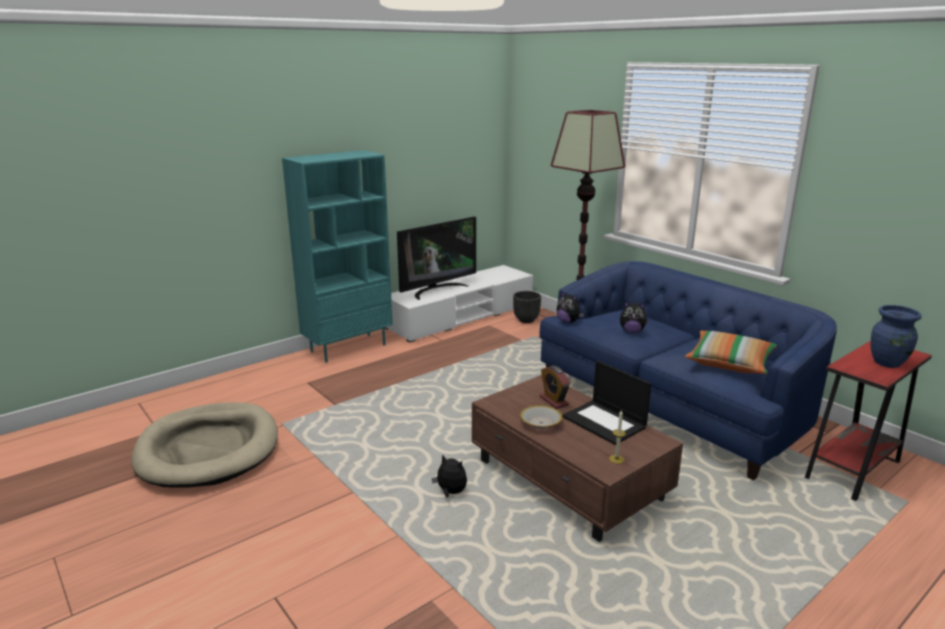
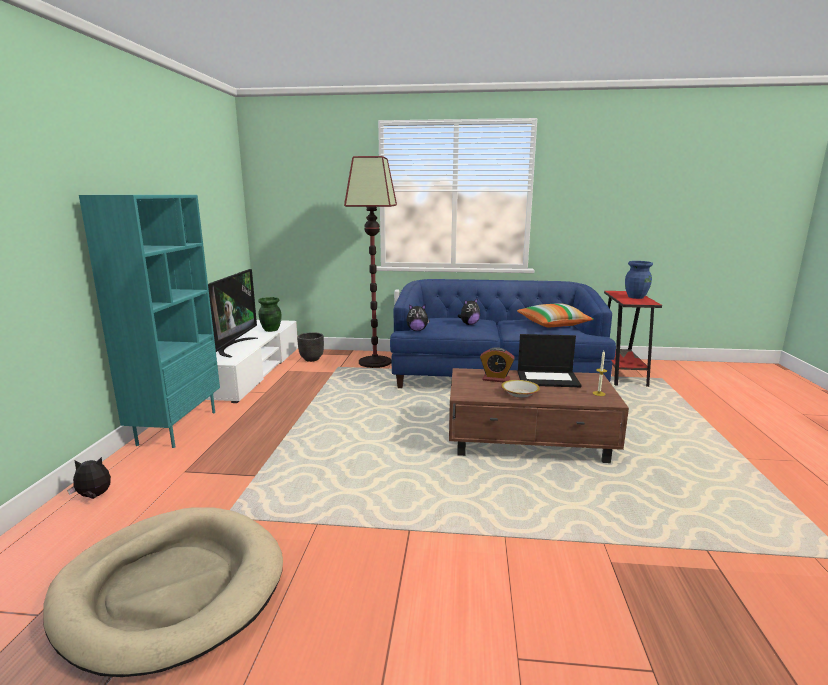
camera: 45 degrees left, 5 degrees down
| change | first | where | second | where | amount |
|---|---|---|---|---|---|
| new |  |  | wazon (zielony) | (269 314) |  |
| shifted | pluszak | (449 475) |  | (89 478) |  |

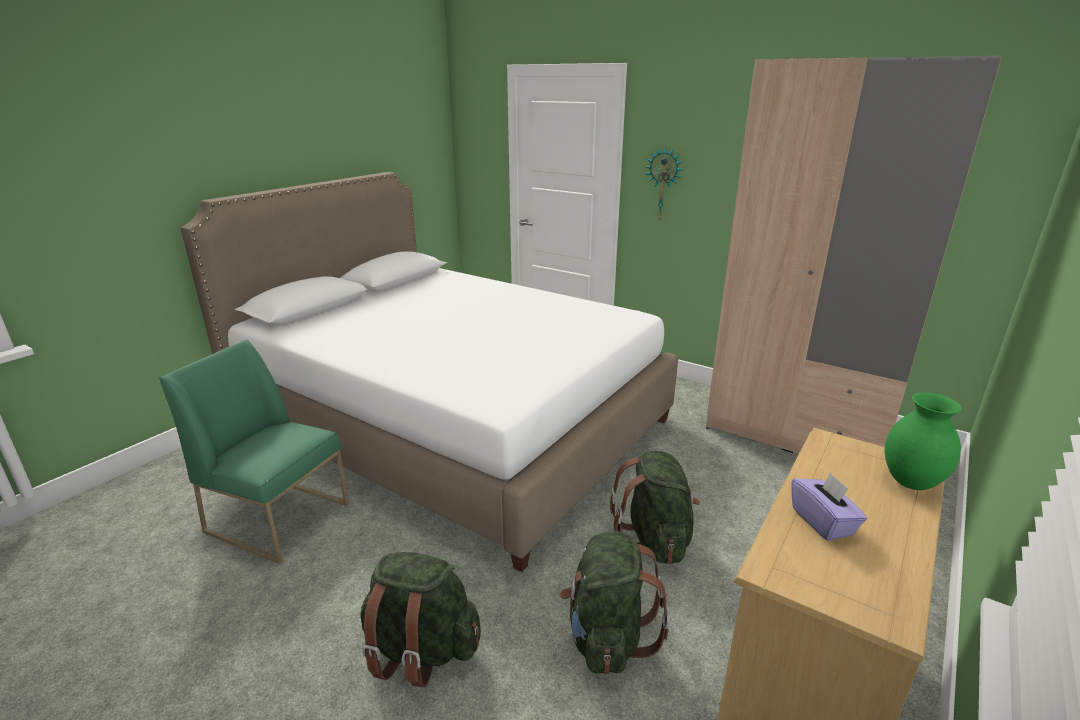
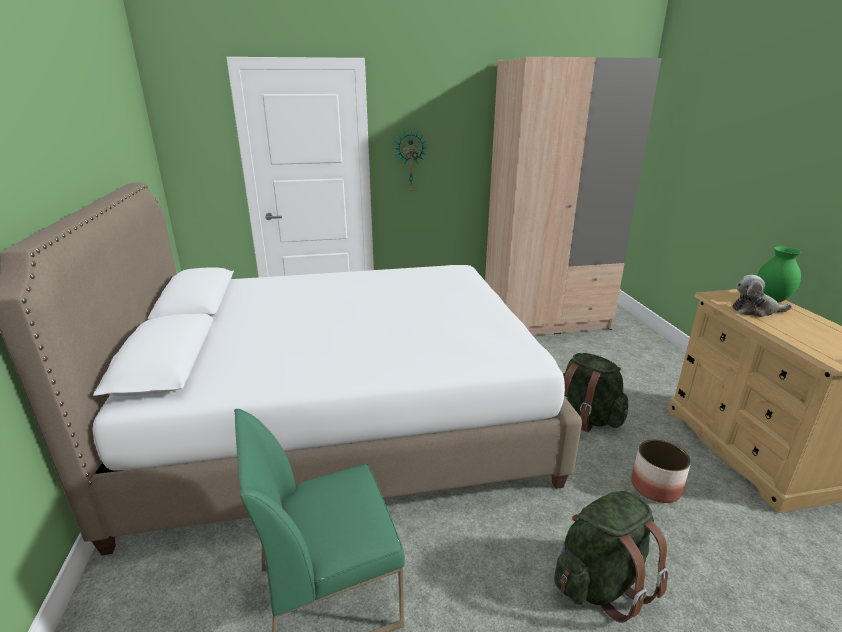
camera: 45 degrees left, 0 degrees up
| change | first | where | second | where | amount |
|---|---|---|---|---|---|
| gone | pudełko chusteczek (fioletowy) | (829 506) |  |  |  |
| new |  |  | pluszak | (762 296) |  |
| swapped | plecak (zielony) | (615 603) | donica | (661 471) |  |

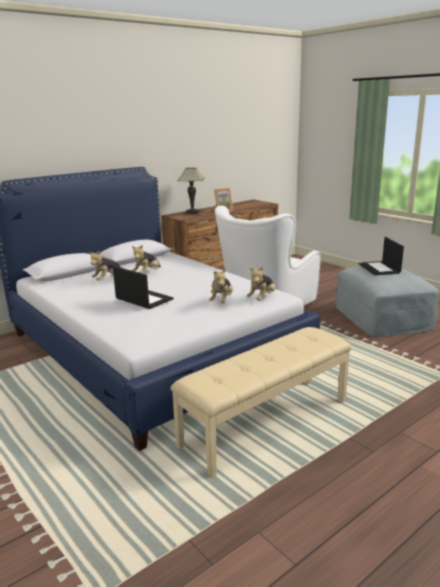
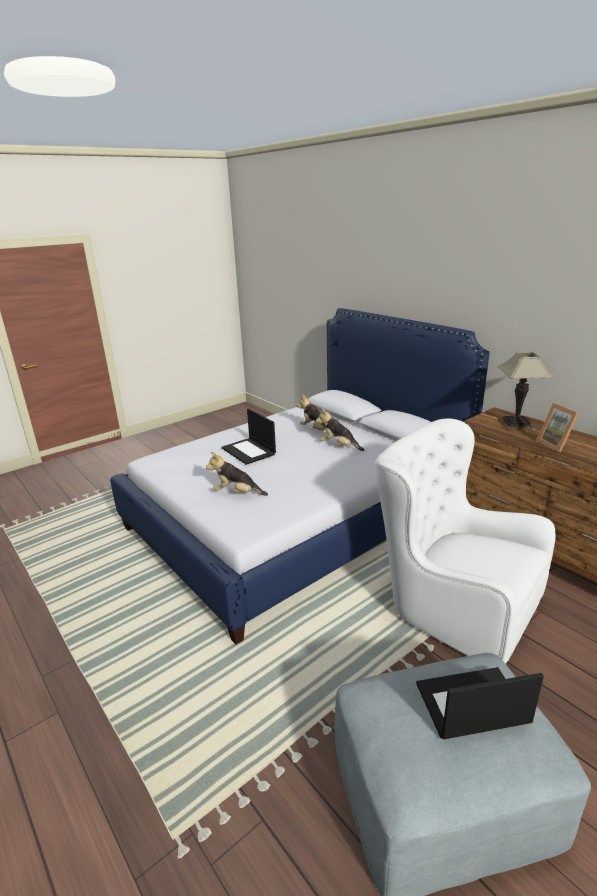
camera: 90 degrees right, 5 degrees up
| change | first | where | second | where | amount |
|---|---|---|---|---|---|
| gone | ławka (beżowy) | (261 402) |  |  |  |
| gone | pluszak | (260 283) |  |  |  |
| rotated | laptop | (143 287) |  | (249 437) | 105 degrees clockwise |

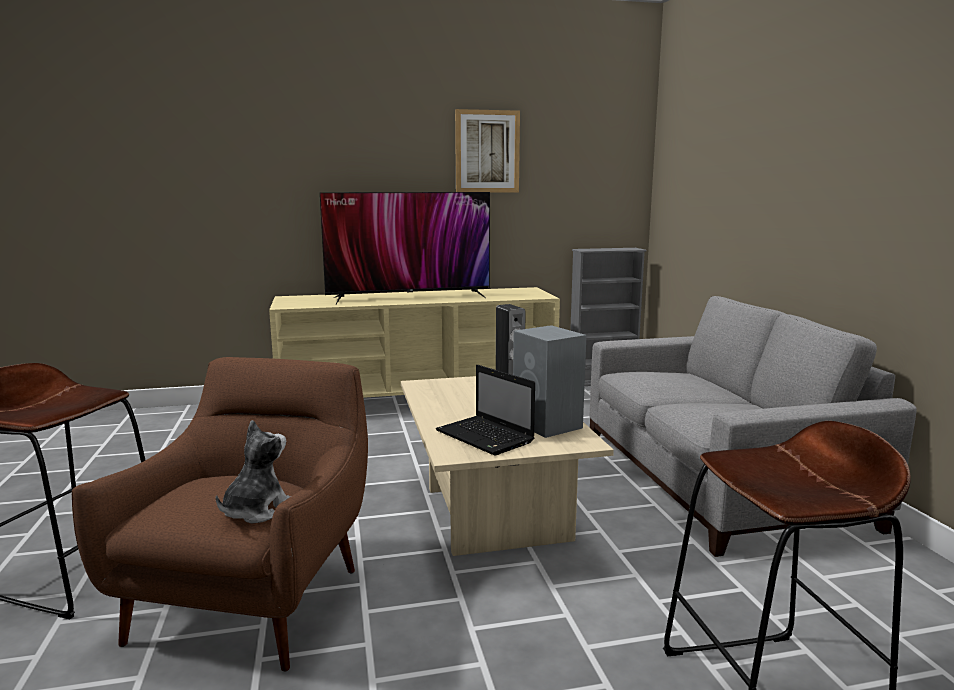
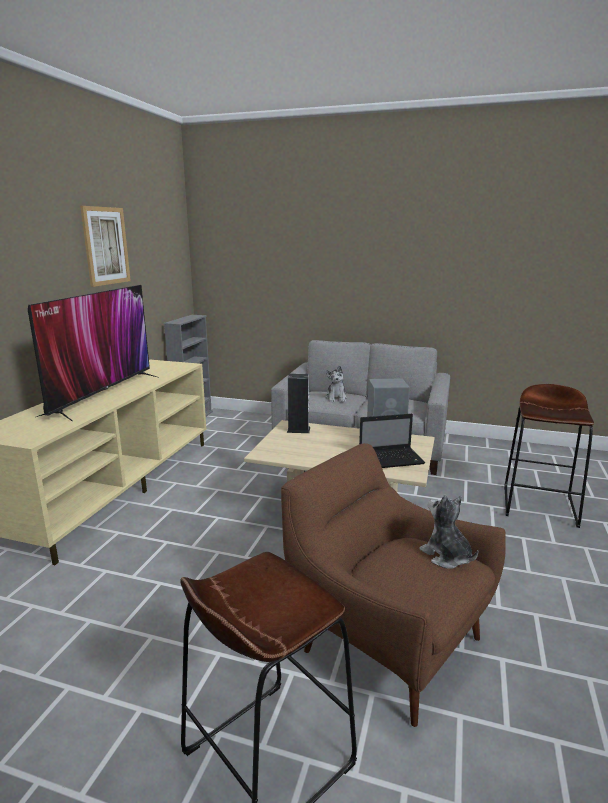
camera: 60 degrees left, 5 degrees up
| change | first | where | second | where | amount |
|---|---|---|---|---|---|
| new |  |  | pluszak | (336 383) |  |

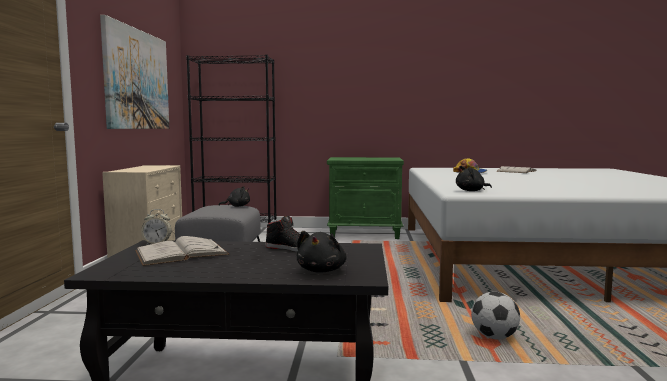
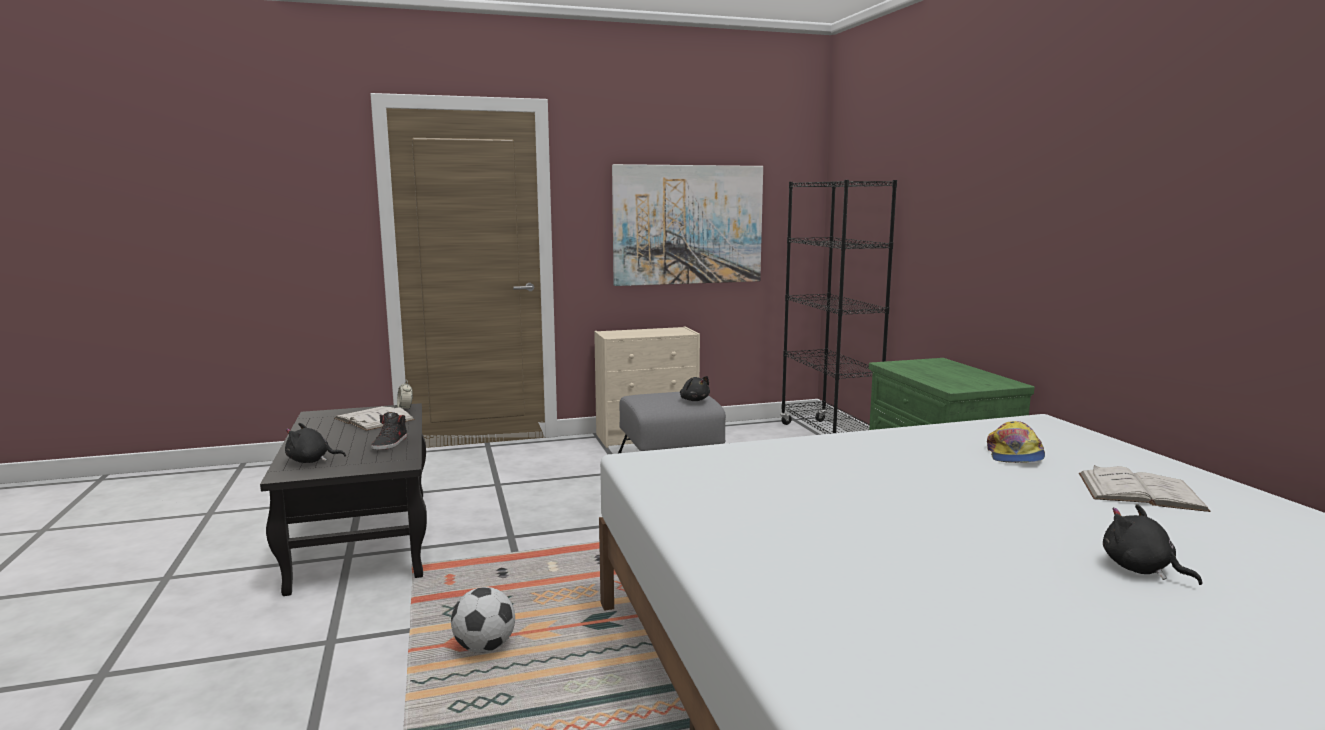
camera: 70 degrees right, 5 degrees up
| change | first | where | second | where | amount |
|---|---|---|---|---|---|
| shifted | pluszak (czarny) | (474 178) |  | (1152 544) |  |

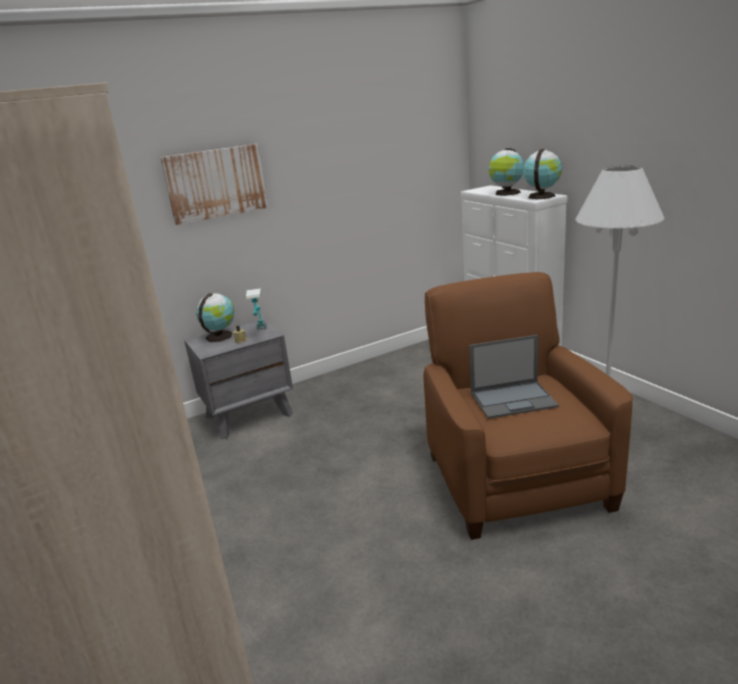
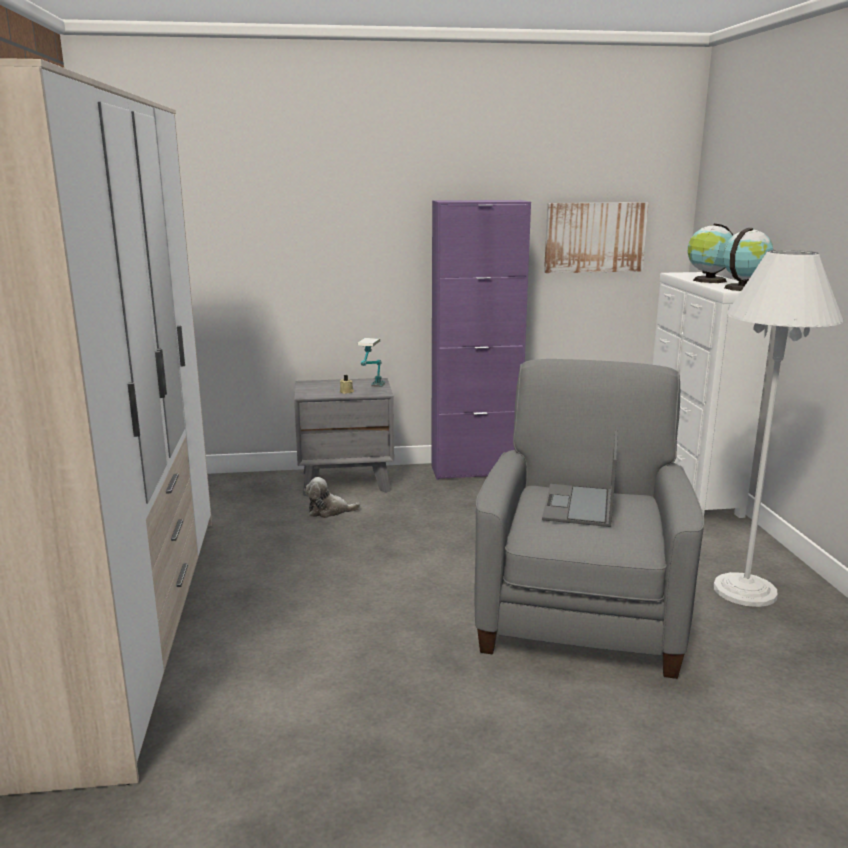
camera: 20 degrees right, 5 degrees down
| change | first | where | second | where | amount |
|---|---|---|---|---|---|
| gone | globus | (215 317) |  |  |  |
| new |  |  | pluszak | (332 497) |  |
| new |  |  | szafka (fioletowy) | (481 340) |  |
| shifted | obraz | (214 184) |  | (596 237) |  |
| repainted | fotel (brązowy) | (528 406) | fotel (szary) | (589 519) |  |
| rotated | laptop | (514 377) |  | (580 478) | 90 degrees clockwise |

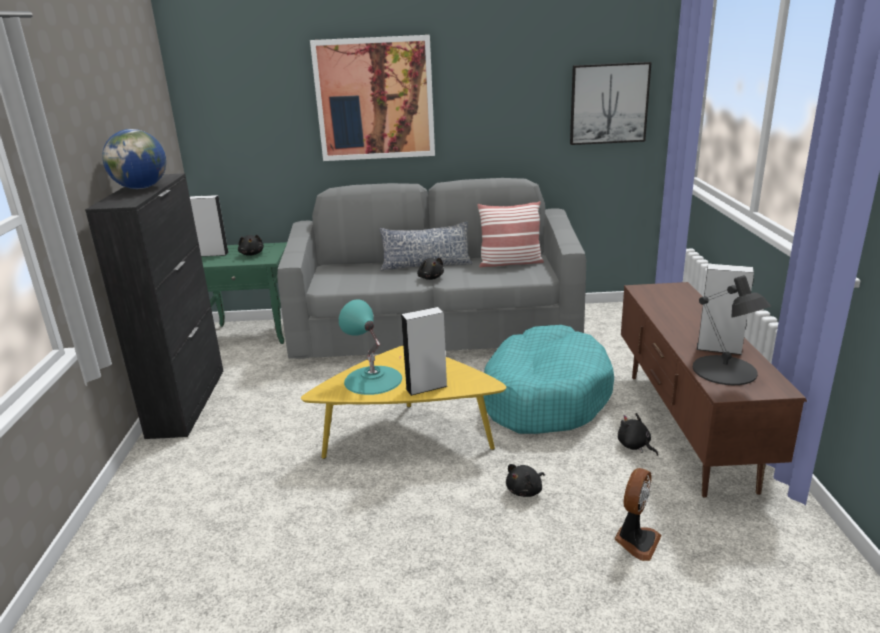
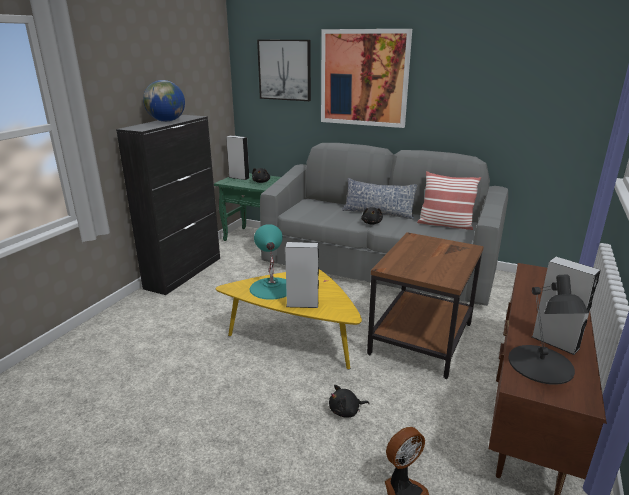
camera: 25 degrees right, 0 degrees up
| change | first | where | second | where | amount |
|---|---|---|---|---|---|
| gone | pluszak (czarny) | (638 434) |  |  |  |
| shifted | obraz | (611 103) |  | (284 70) |  |
| swapped | legowisko (turkusowy) | (548 379) | stolik (brązowy) | (425 305) |  |

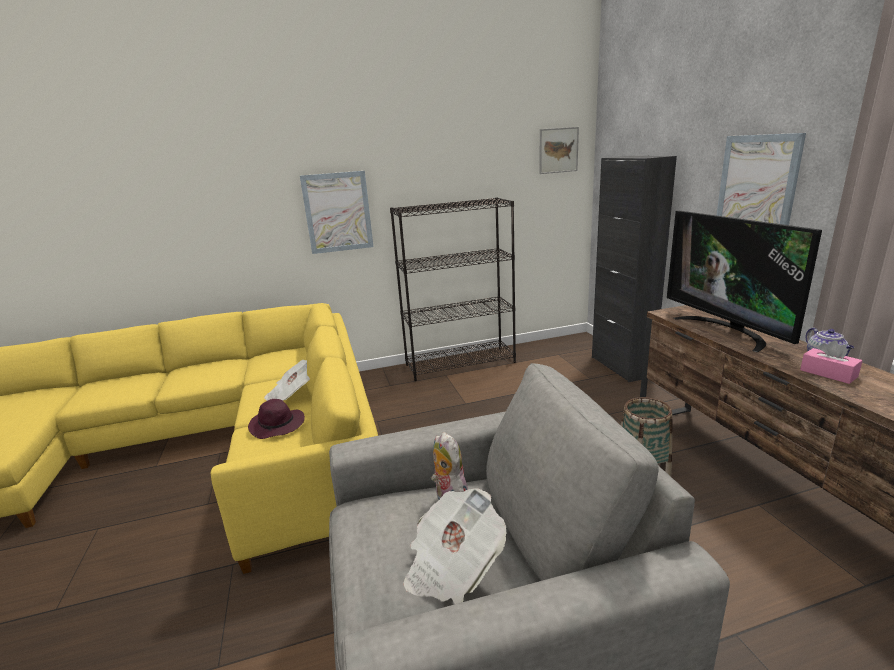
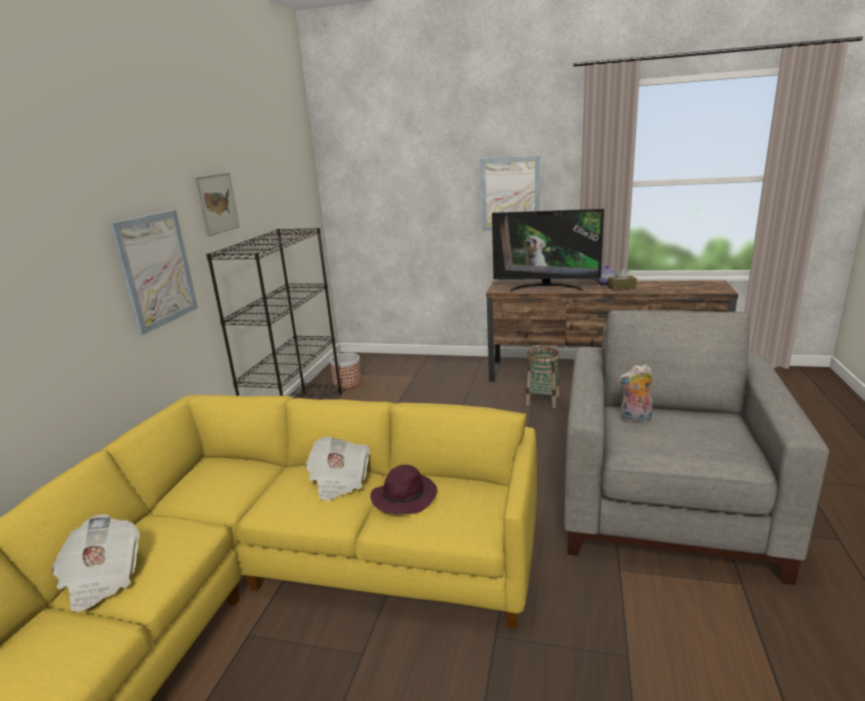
camera: 60 degrees left, 0 degrees up
| change | first | where | second | where | amount |
|---|---|---|---|---|---|
| gone | szafka (czarny) | (634 269) |  |  |  |
| new |  |  | donica | (346 371) |  |
| shifted | gazeta | (454 546) |  | (96 563) |  |
| shifted | obraz | (559 150) |  | (216 204) |  |
| repainted | pudełko chusteczek (różowy) | (831 362) | pudełko chusteczek (brązowy) | (622 279) |  |

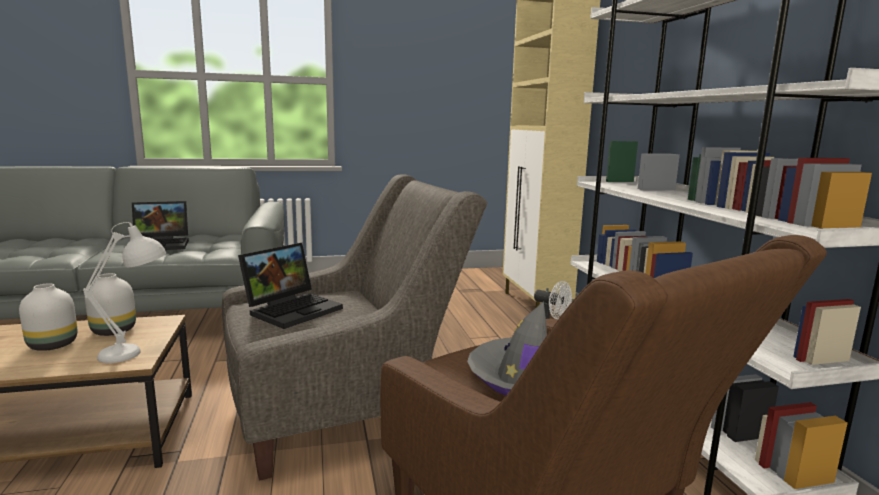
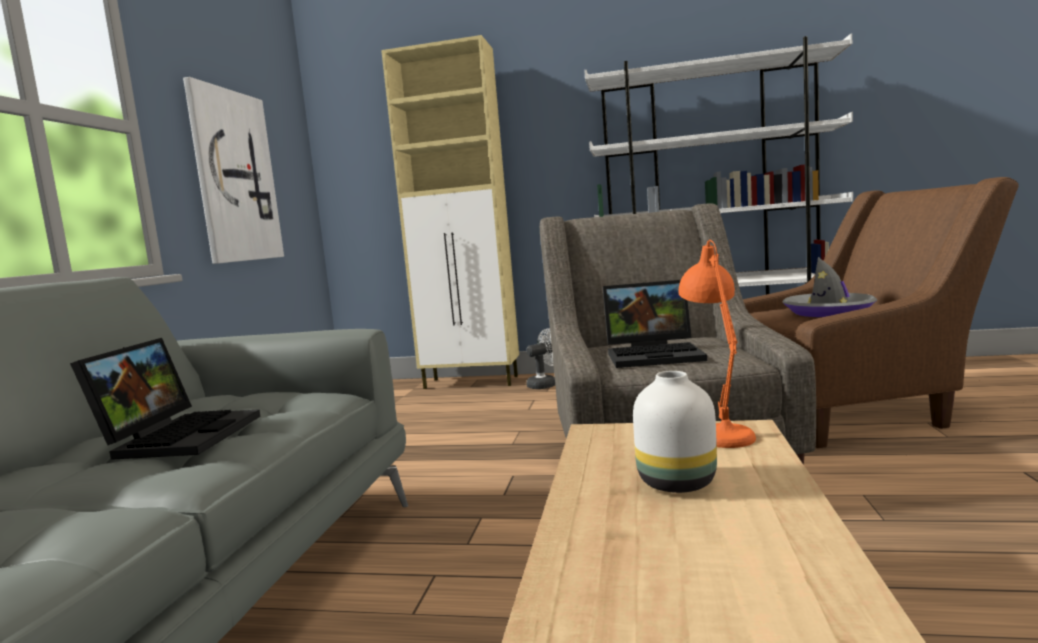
camera: 65 degrees left, 5 degrees down
| change | first | where | second | where | amount |
|---|---|---|---|---|---|
| gone | wazon (biały) | (110 304) |  |  |  |
| new |  |  | obraz | (233 170) |  |
| repainted | lampa stołowa (biały) | (124 292) | lampa stołowa (pomarańczowy) | (717 344) |  |
| rotated | laptop | (290 286) |  | (654 324) | 120 degrees clockwise |

